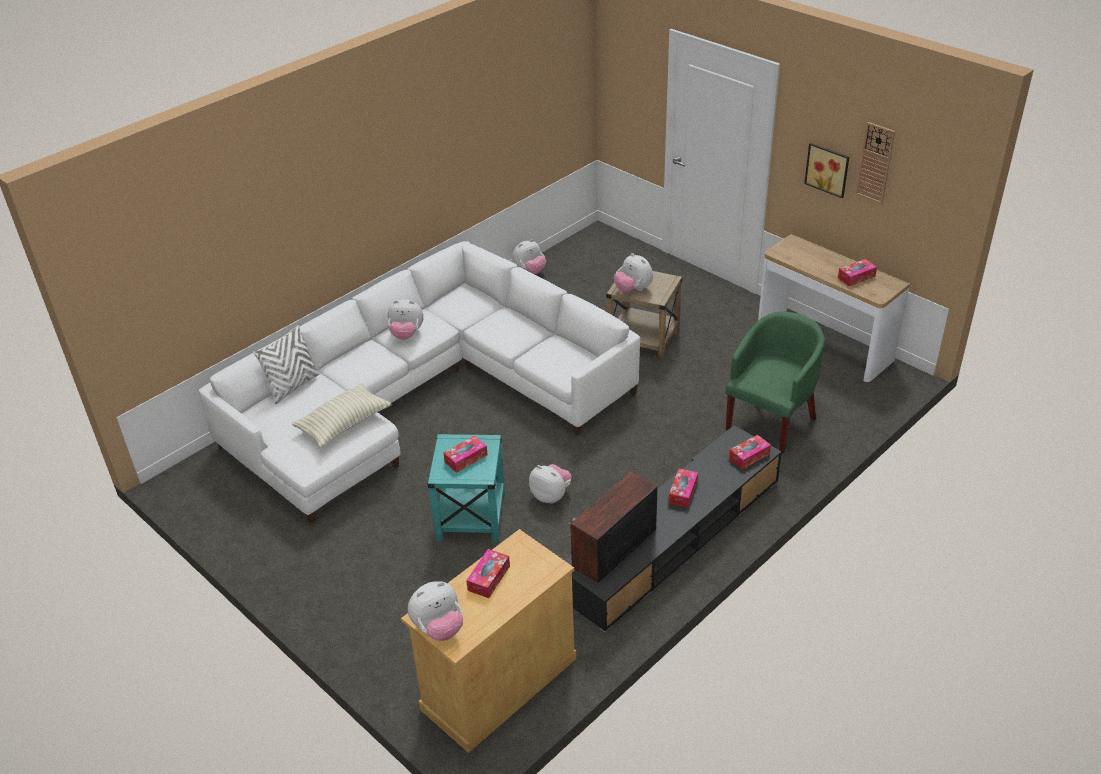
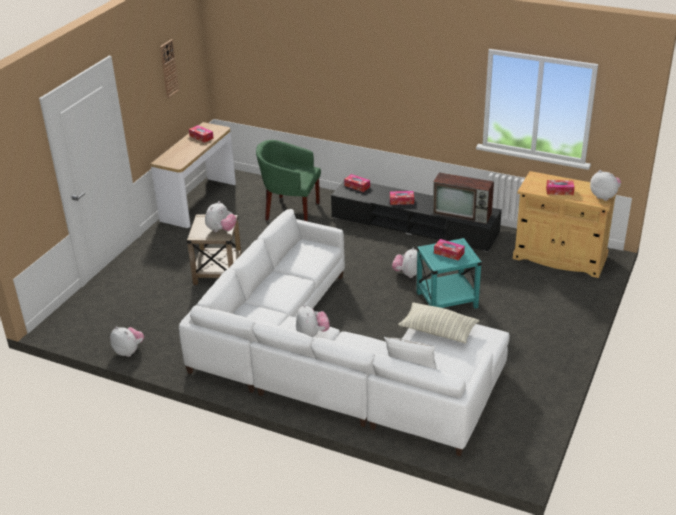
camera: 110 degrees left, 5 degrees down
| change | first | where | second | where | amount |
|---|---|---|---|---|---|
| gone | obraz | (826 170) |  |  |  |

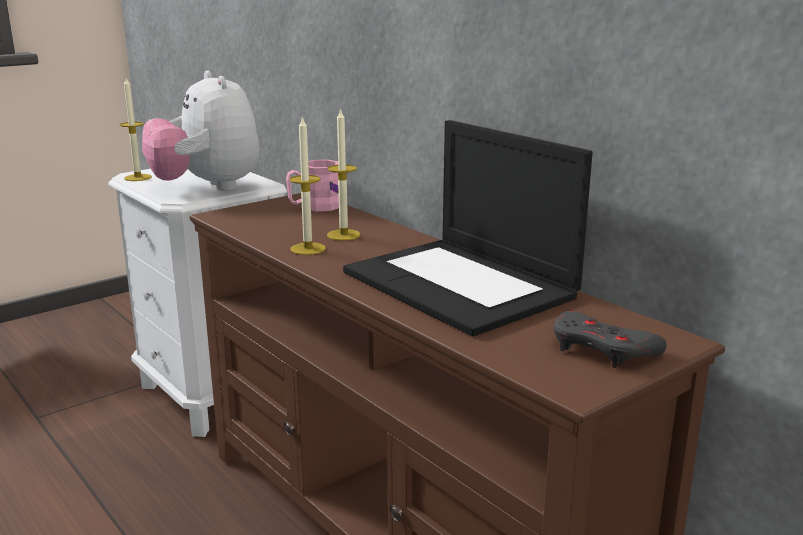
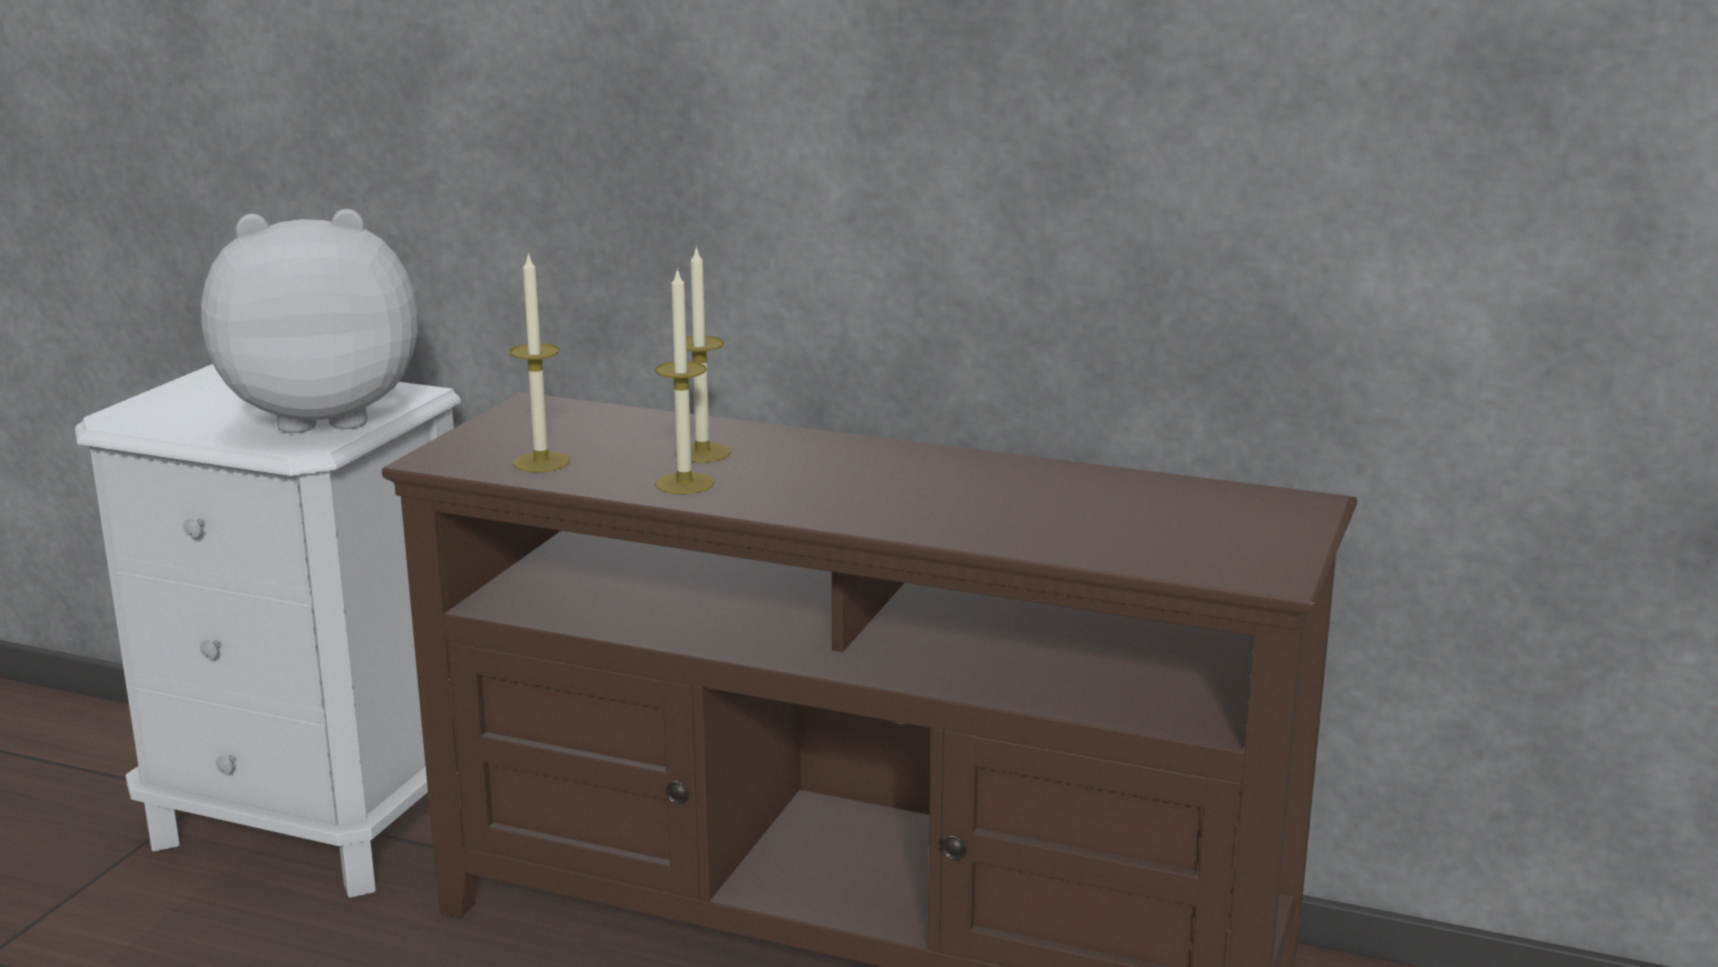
camera: 30 degrees left, 0 degrees up
| change | first | where | second | where | amount |
|---|---|---|---|---|---|
| gone | kubek (różowy) | (312 185) |  |  |  |
| gone | laptop | (468 228) |  |  |  |
| gone | pad do gier (szary) | (610 339) |  |  |  |
| shifted | świeca | (136 129) |  | (539 362) |  |
| rotated | pluszak | (201 131) |  | (309 321) | 135 degrees clockwise |

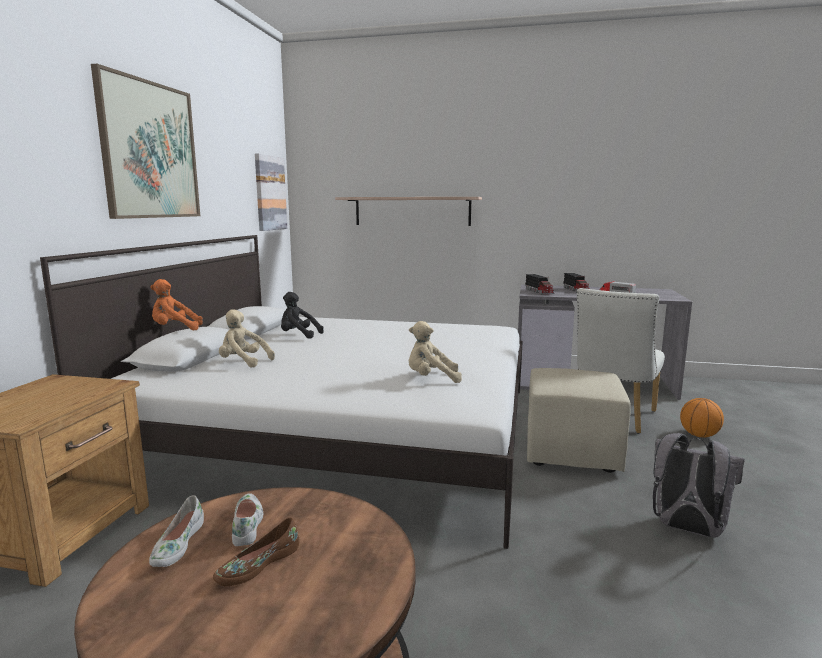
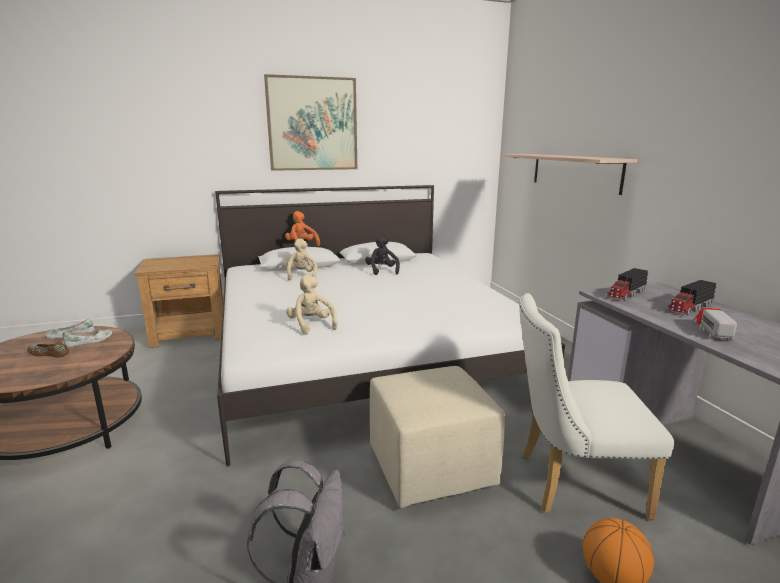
camera: 60 degrees right, 5 degrees up
| change | first | where | second | where | amount |
|---|---|---|---|---|---|
| gone | obraz | (271 192) |  |  |  |

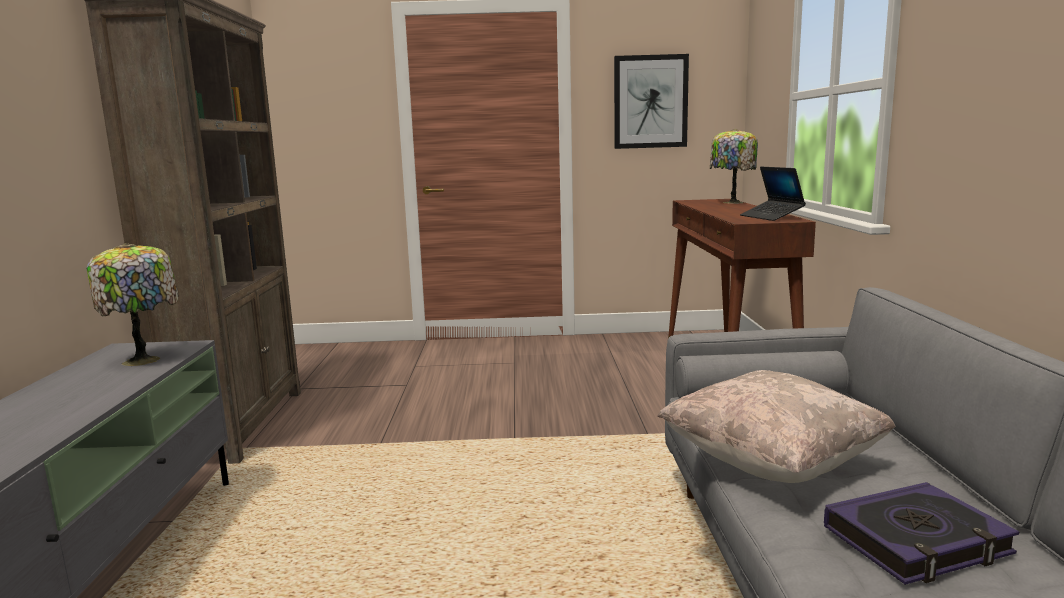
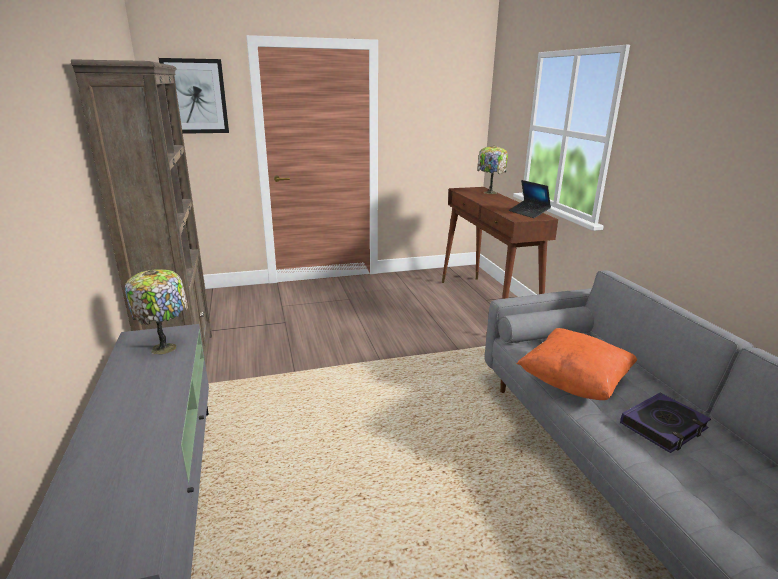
camera: 15 degrees left, 10 degrees up
| change | first | where | second | where | amount |
|---|---|---|---|---|---|
| shifted | obraz | (651 101) |  | (194 96) |  |
| repainted | poduszka (beżowy) | (776 426) | poduszka (pomarańczowy) | (577 364) |  |

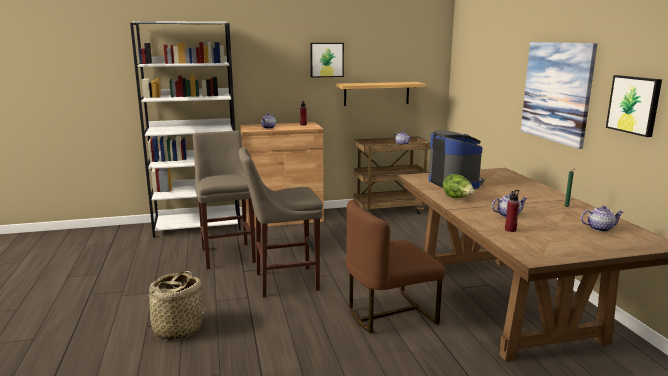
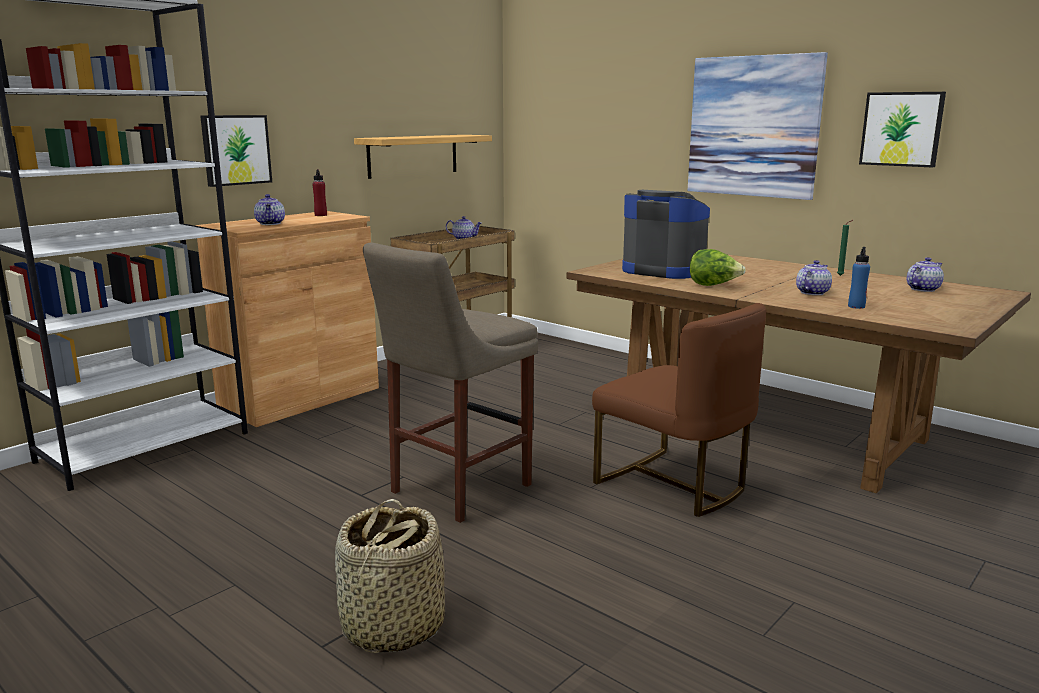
camera: 35 degrees left, 0 degrees up
| change | first | where | second | where | amount |
|---|---|---|---|---|---|
| gone | stołek (beżowy) | (224 200) |  |  |  |
| shifted | obraz | (327 60) |  | (236 151) |  |
| repainted | butelka (czerwony) | (512 211) | butelka (niebieski) | (859 278) |  |
| rotated | krzesło (brązowy) | (395 267) |  | (679 410) | 75 degrees counterclockwise |

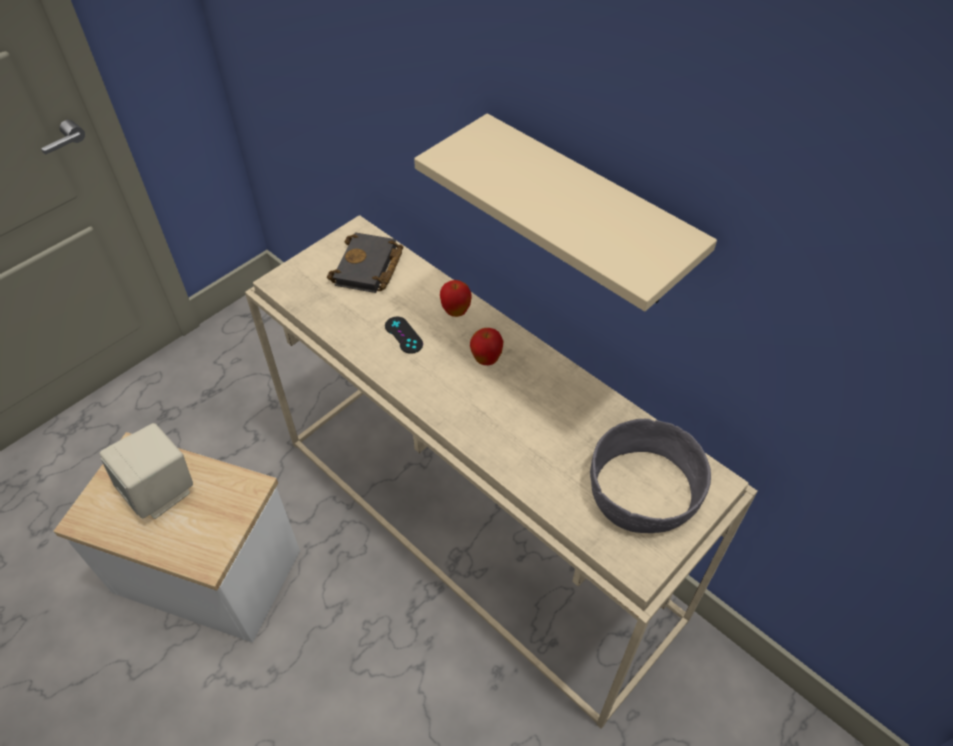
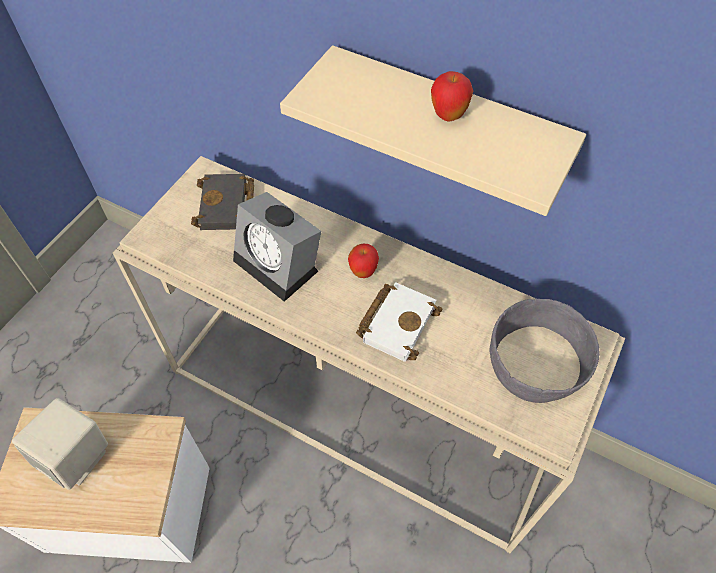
camera: 15 degrees left, 5 degrees up
| change | first | where | second | where | amount |
|---|---|---|---|---|---|
| new |  |  | książka (biały) | (399 322) |  |
| shifted | jabłko | (456 298) |  | (452 96) |  |
| swapped | pad do gier (czarny) | (404 335) | budzik | (277 247) |  |

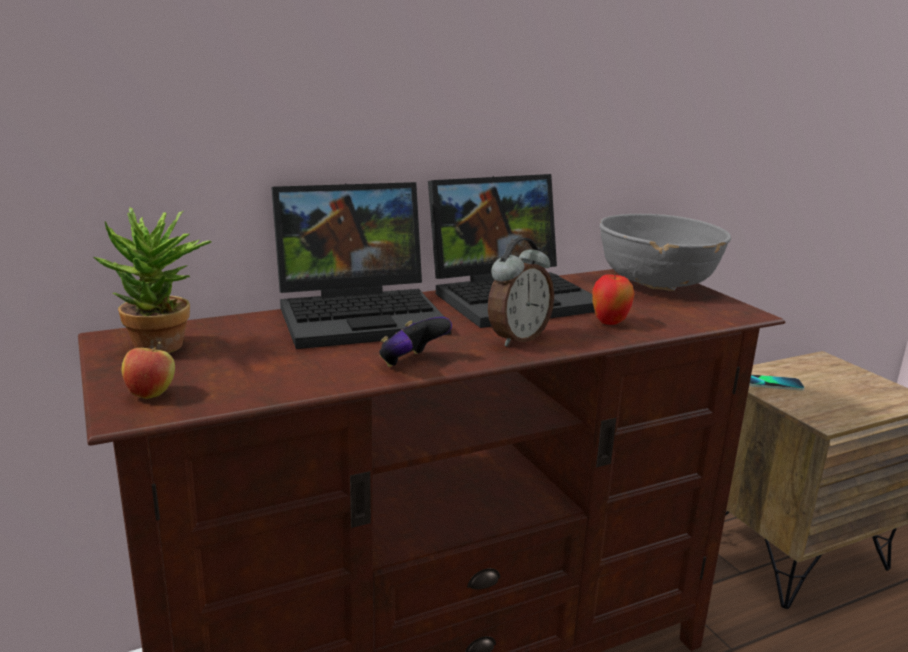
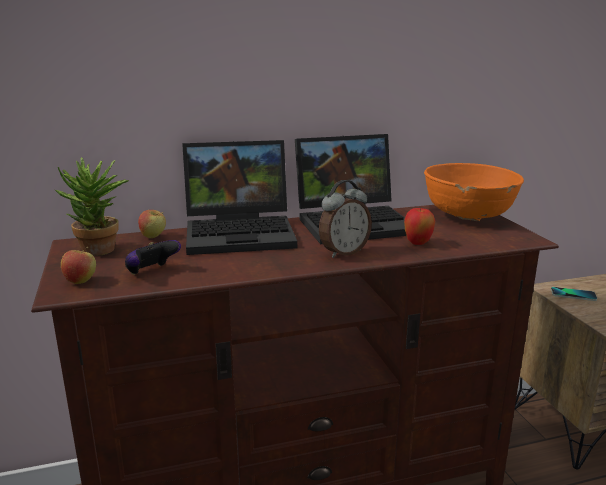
camera: 10 degrees right, 0 degrees up
| change | first | where | second | where | amount |
|---|---|---|---|---|---|
| new |  |  | jabłko | (152 224) |  |
| shifted | pad do gier | (415 342) |  | (153 257) |  |
| repainted | miska (szary) | (665 252) | miska (pomarańczowy) | (474 192) |  |

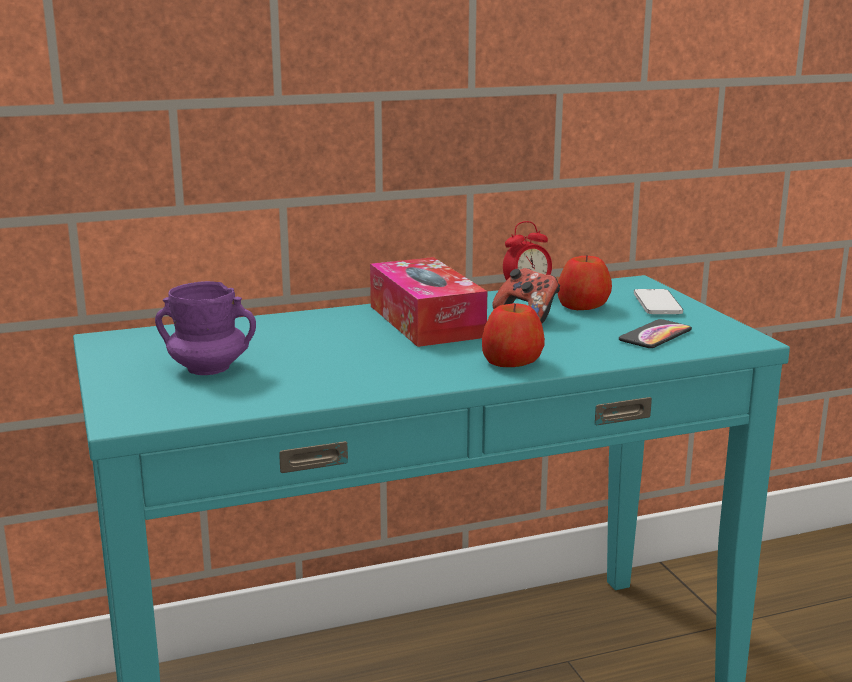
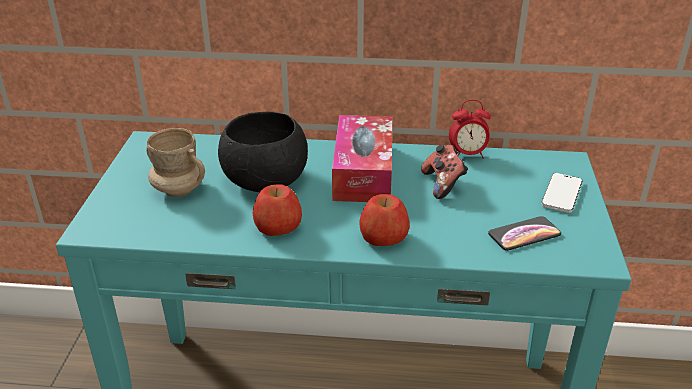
camera: 25 degrees right, 15 degrees up
| change | first | where | second | where | amount |
|---|---|---|---|---|---|
| new |  |  | miska (czarny) | (263 152) |  |
| shifted | jabłko | (585 282) |  | (277 210) |  |
| repainted | kubek (fioletowy) | (205 328) | kubek (beżowy) | (175 162) |  |

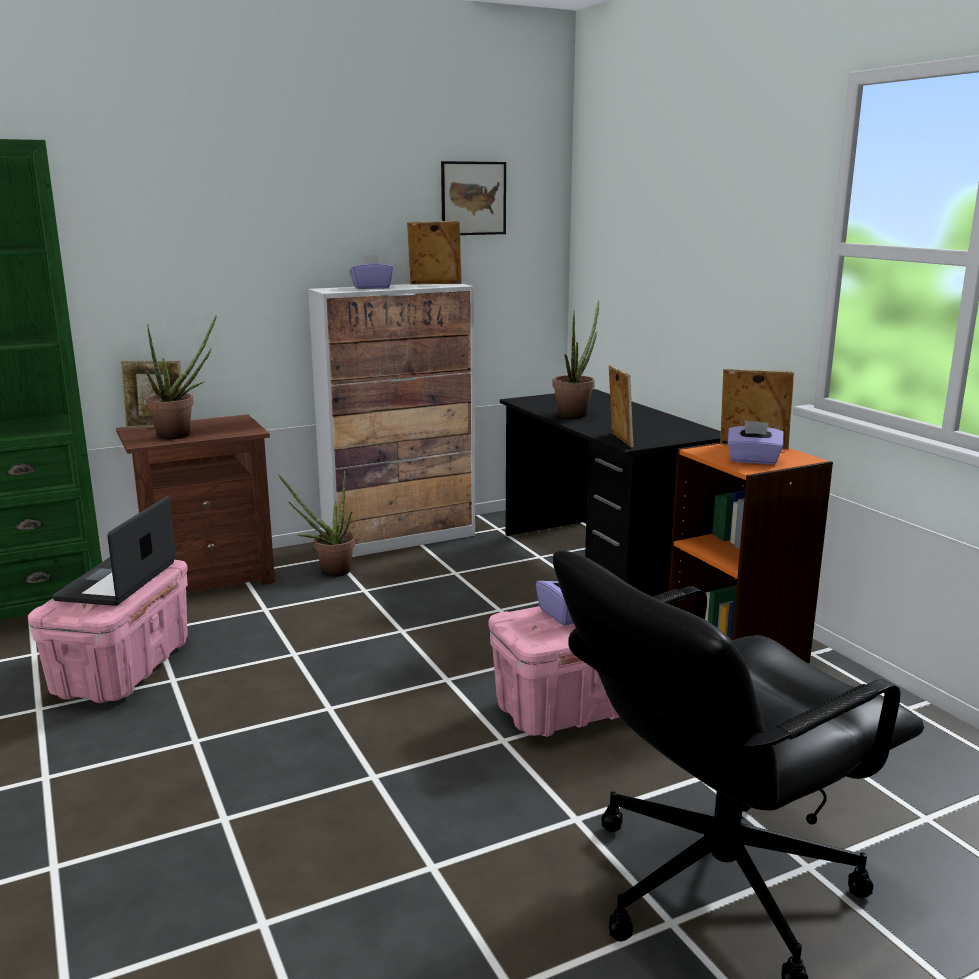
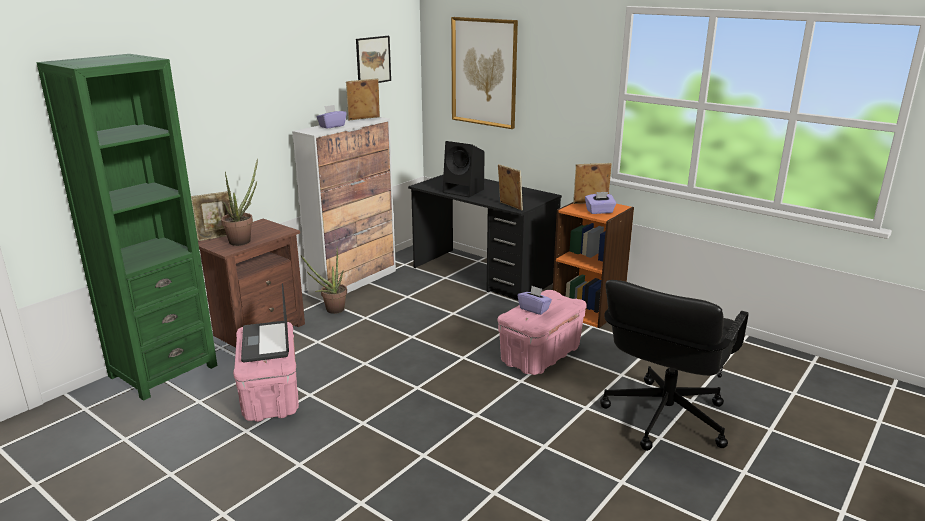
camera: 25 degrees left, 5 degrees up
| change | first | where | second | where | amount |
|---|---|---|---|---|---|
| new |  |  | obraz | (484 73) |  |
| swapped | roślina doniczkowa | (575 359) | głośnik (czarny) | (464 169) |  |

